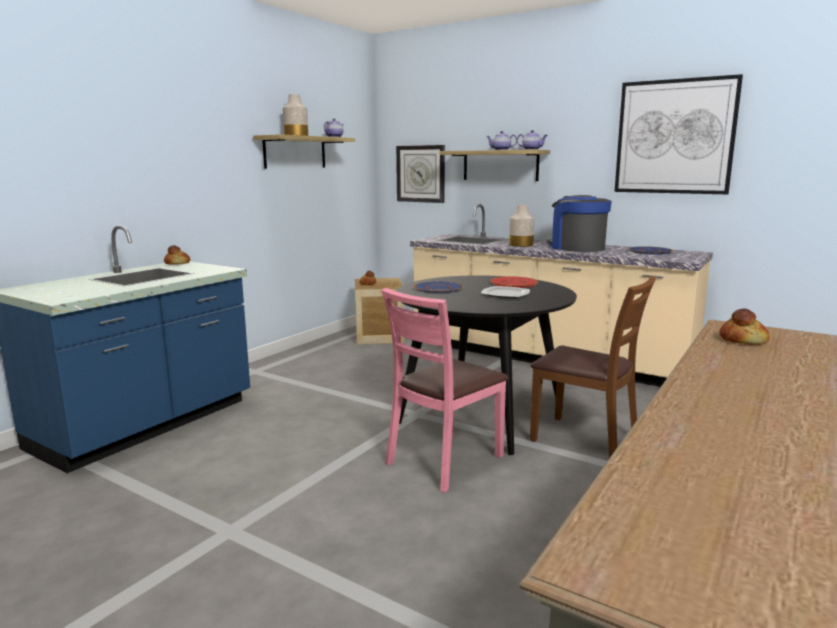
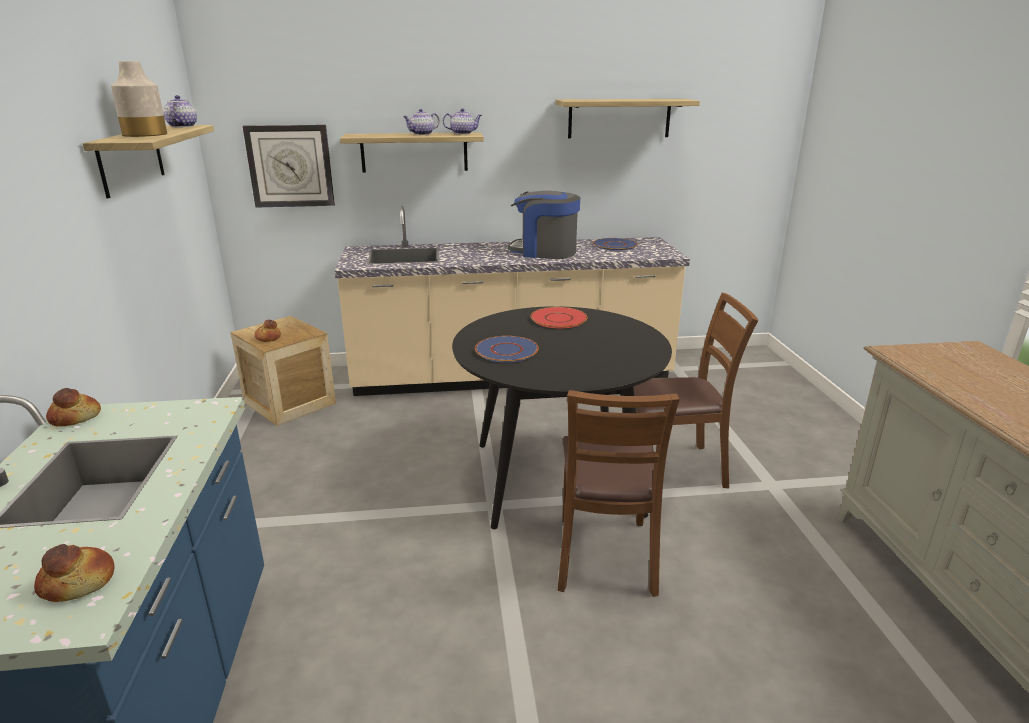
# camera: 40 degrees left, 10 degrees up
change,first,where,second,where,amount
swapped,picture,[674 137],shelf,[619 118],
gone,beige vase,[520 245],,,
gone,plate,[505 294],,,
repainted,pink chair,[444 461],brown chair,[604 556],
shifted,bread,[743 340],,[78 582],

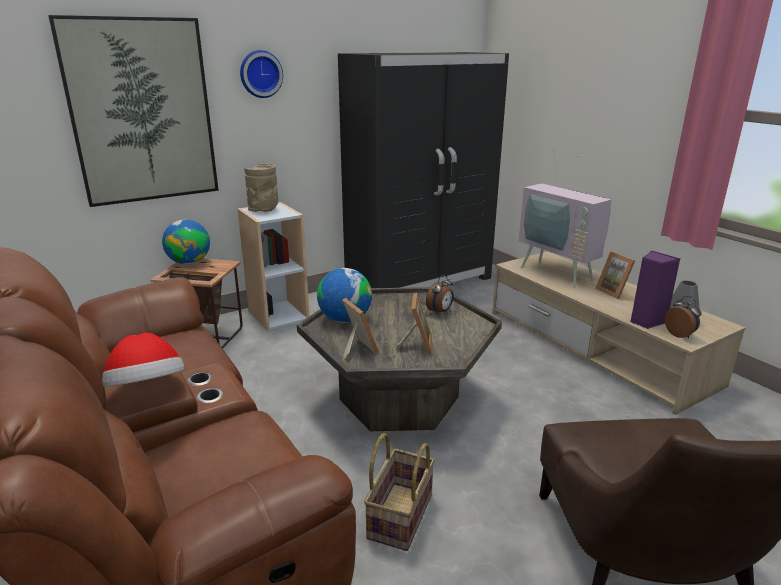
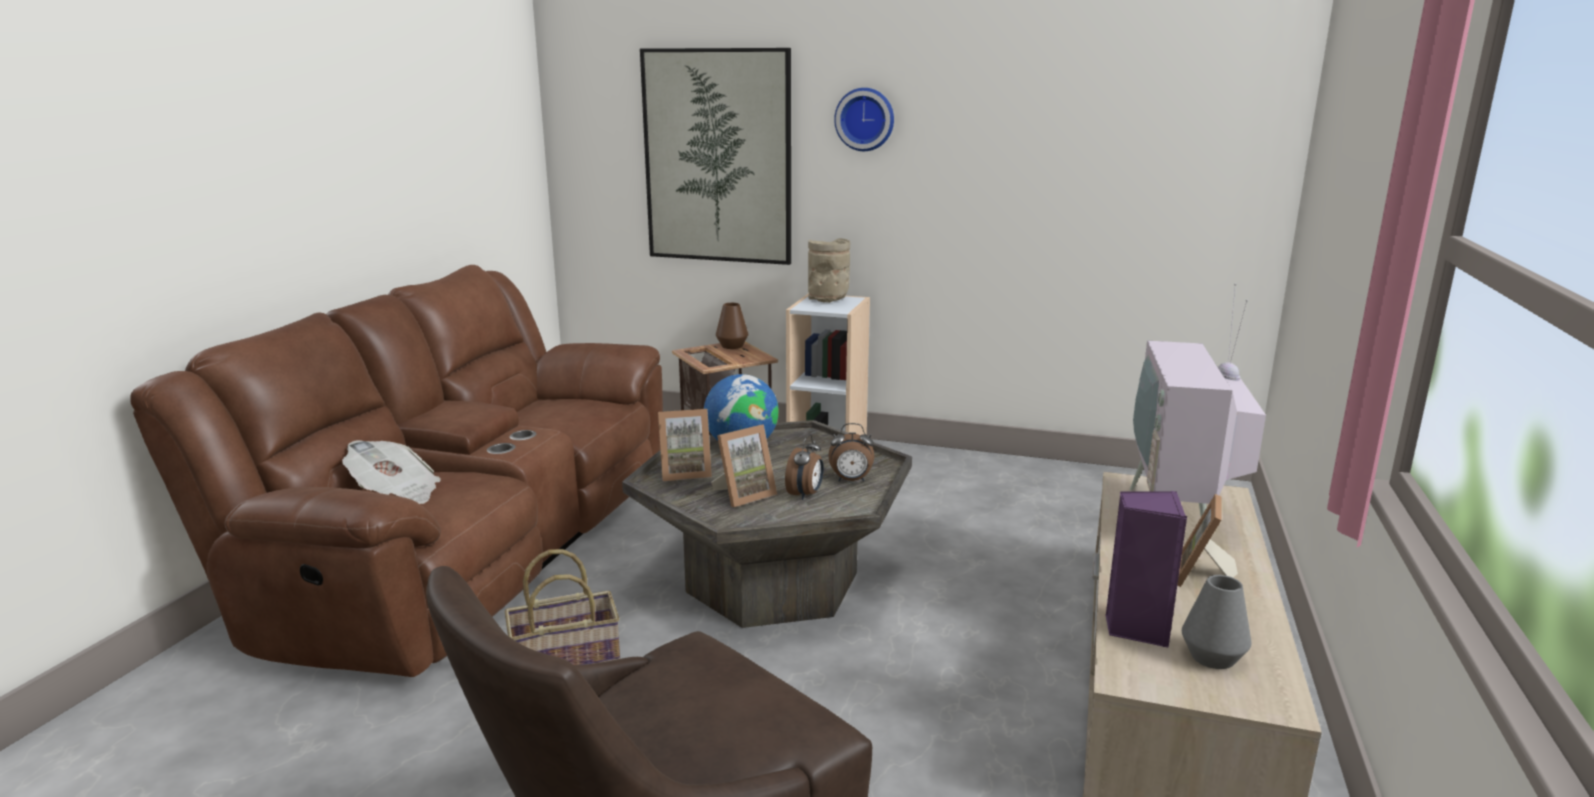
# camera: 50 degrees right, 5 degrees down
change,first,where,second,where,amount
gone,black cabinet,[421 282],,,
swapped,globe,[189 263],brown vase,[732 346],
shifted,alarm clock,[680 334],,[805 494],
rotated,picture frame,[356 349],,[685 472],60 degrees clockwise
gone,hat,[148 390],,,
new,,,newspaper,[396 493],

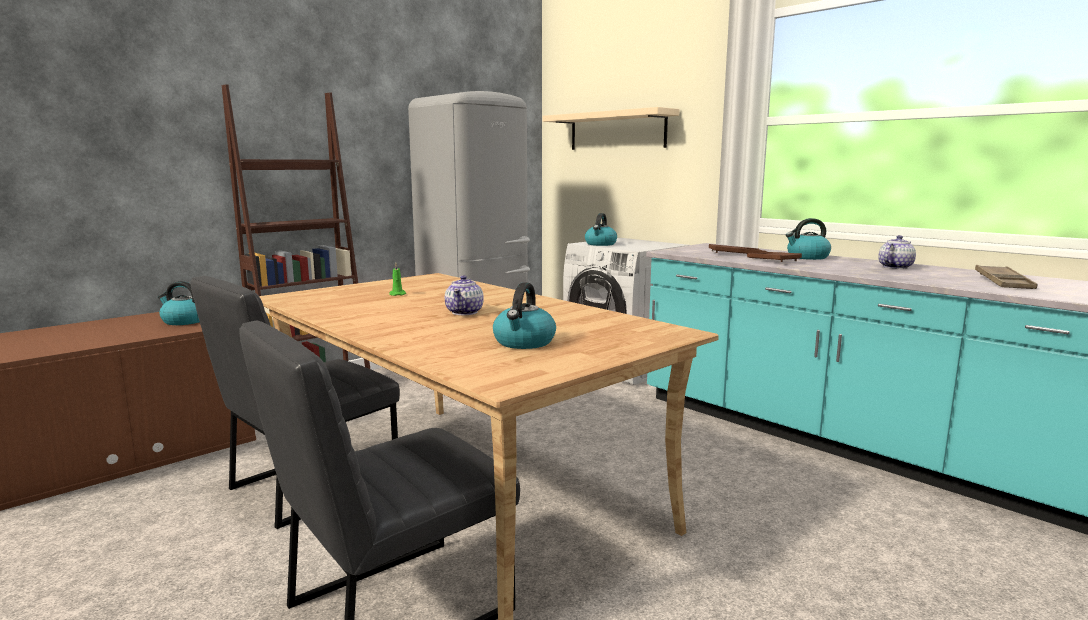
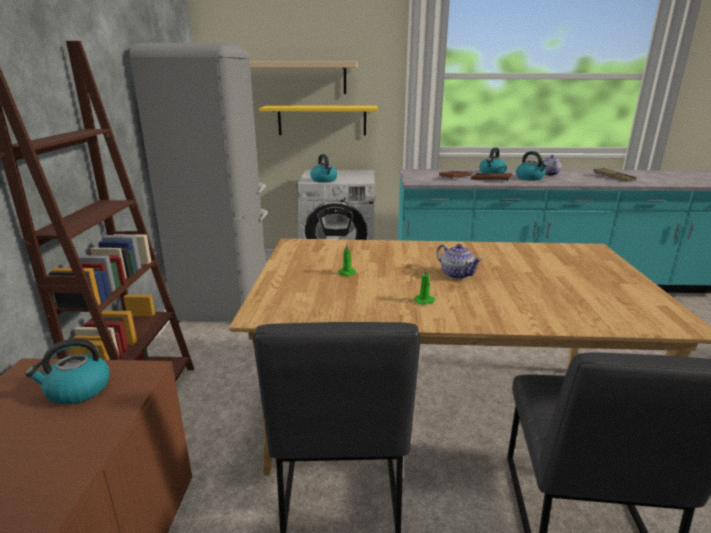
# camera: 45 degrees left, 10 degrees up
change,first,where,second,where,amount
shifted,kettle,[524 342],,[530 178],
new,,,yellow shelf,[322 120],
new,,,green candle,[425 301],

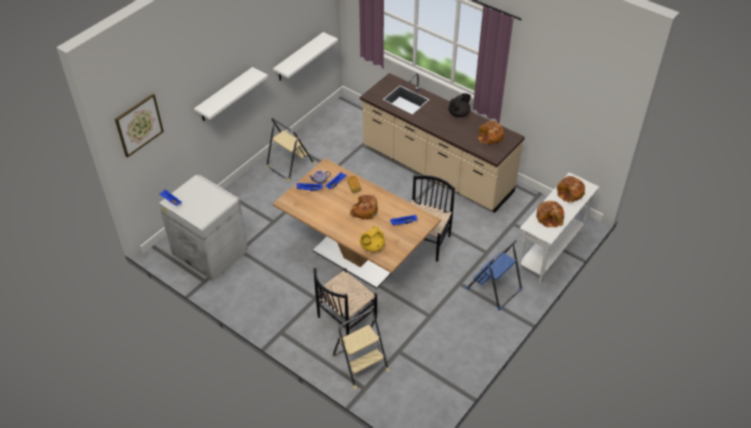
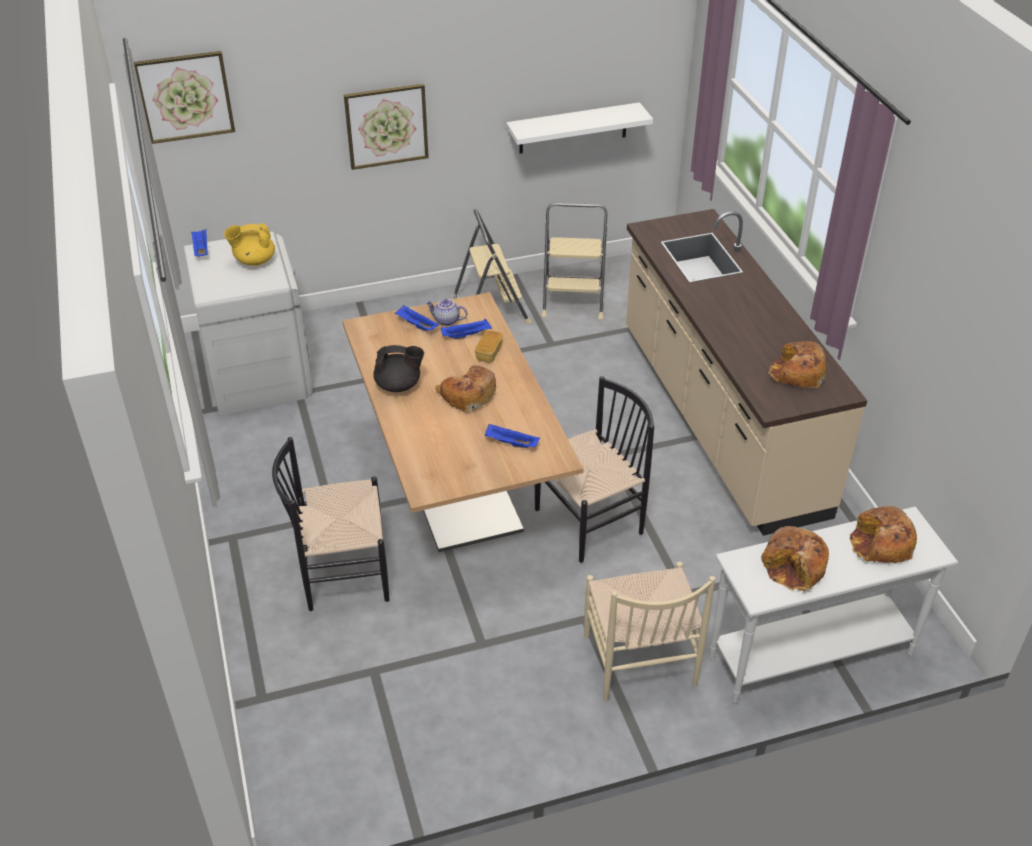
# camera: 35 degrees right, 5 degrees down
change,first,where,second,where,amount
swapped,white shelf,[225 95],picture,[386 126],
shifted,black teapot,[459 114],,[399 385],
shifted,yellow teapot,[371 247],,[254 260],
swapped,blue step ladder,[495 289],beige chair,[640 665],
shifted,beige step ladder,[359 361],,[574 295],

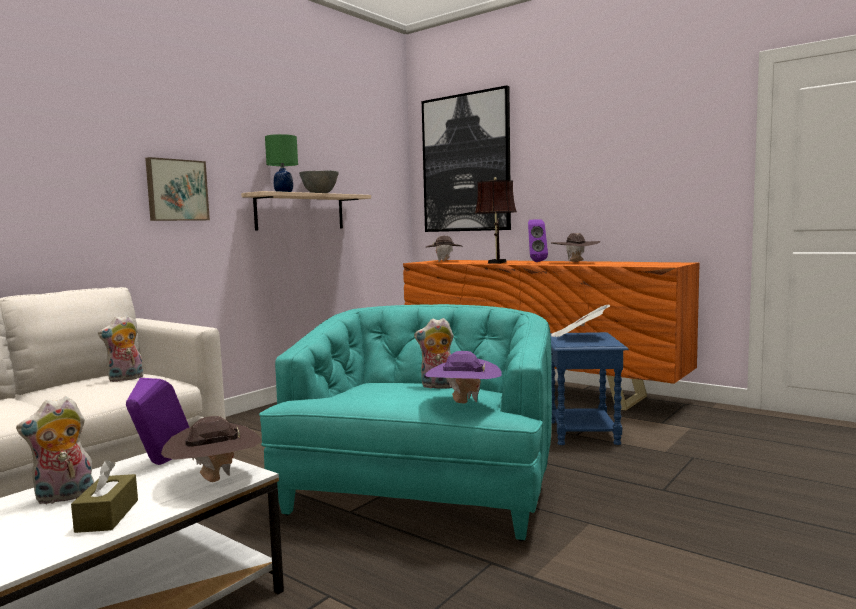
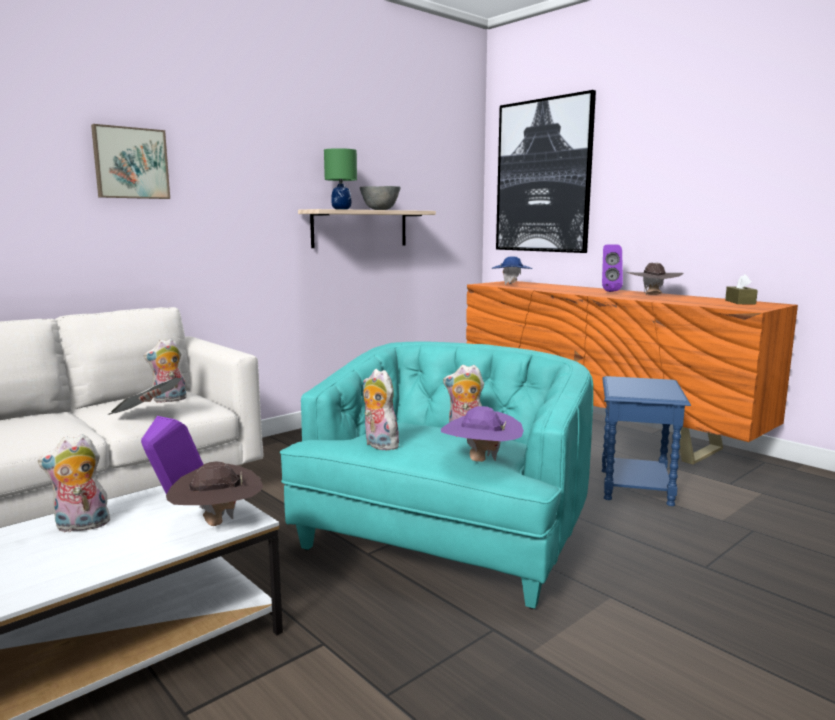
# camera: 10 degrees right, 5 degrees up
change,first,where,second,where,amount
shifted,picture,[176 190],,[130 163],
gone,brown table lamp,[496 263],,,
repainted,brown hat,[444 261],blue hat,[511 284],
shifted,newspaper,[578 337],,[147 414],
shifted,brown tissue box,[107 516],,[740 302],
new,,,plush toy,[378 445],

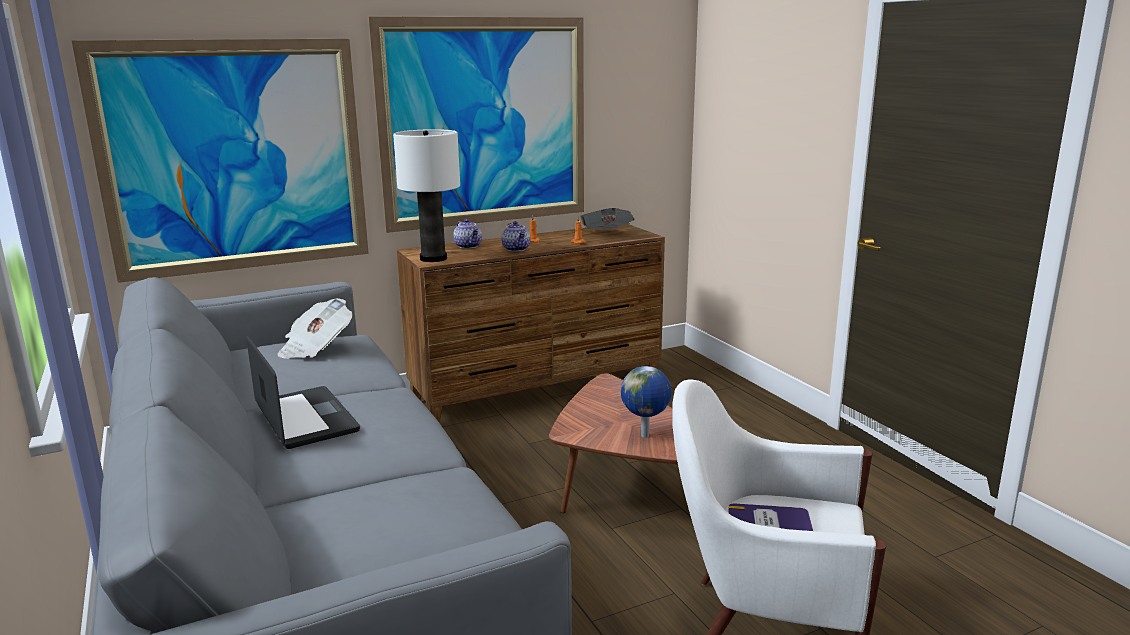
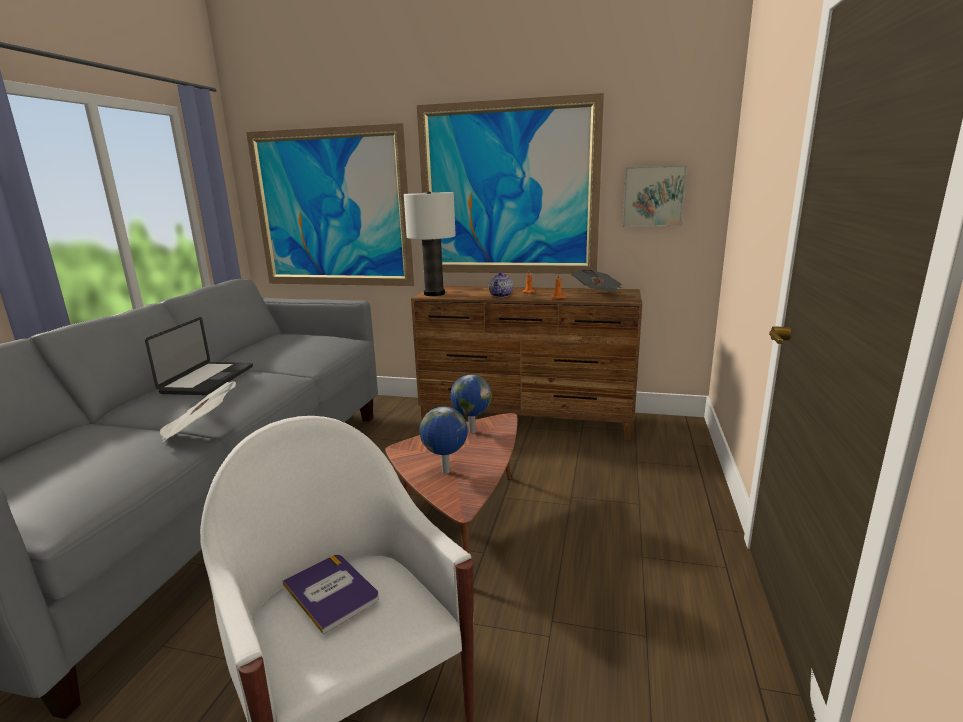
# camera: 40 degrees right, 0 degrees up
change,first,where,second,where,amount
gone,teapot,[469 246],,,
shifted,newspaper,[316 348],,[199 430],
new,,,picture,[653 196],
new,,,globe,[471 431],

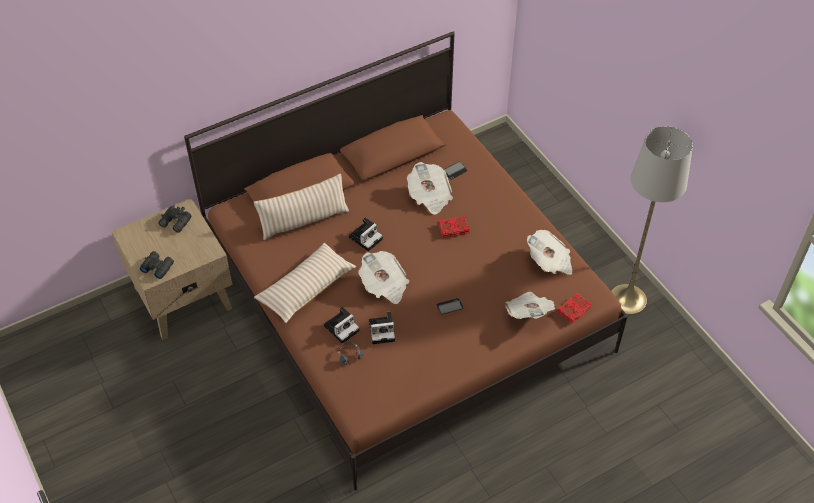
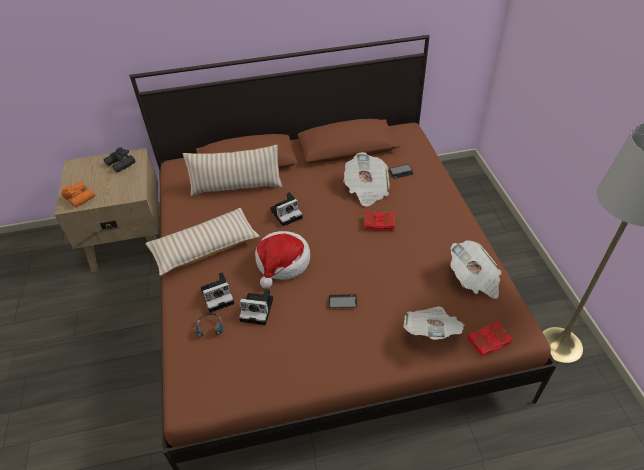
# camera: 20 degrees right, 5 degrees down
change,first,where,second,where,amount
repainted,black binoculars,[157 267],orange binoculars,[80 197],
swapped,newspaper,[384 285],hat,[282 263],

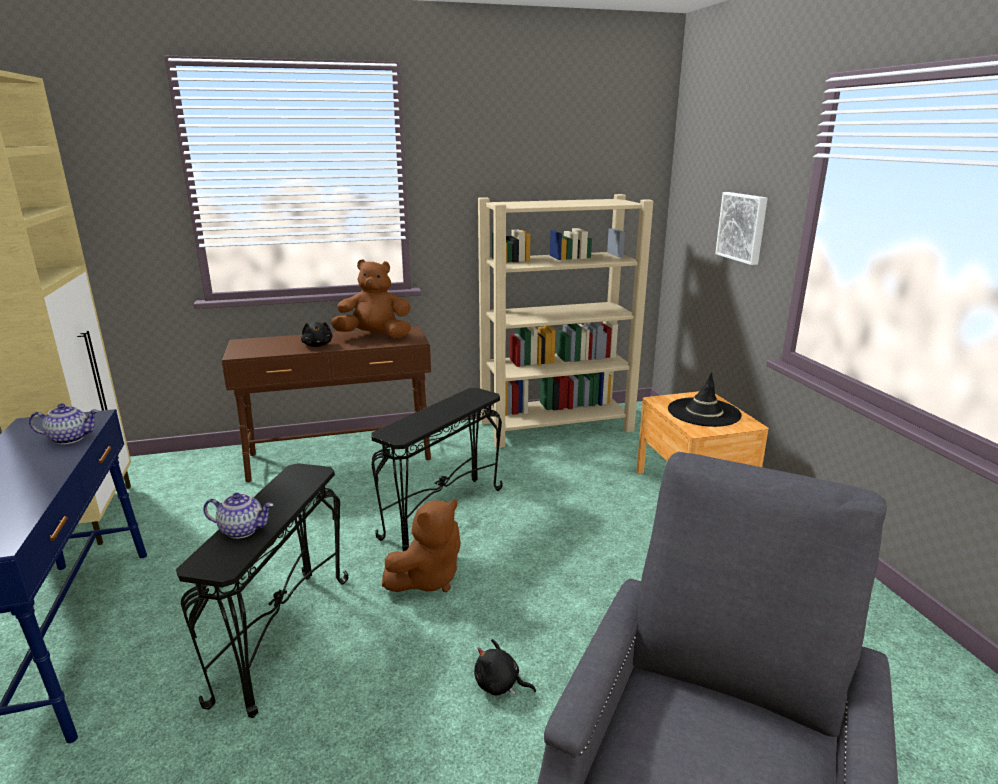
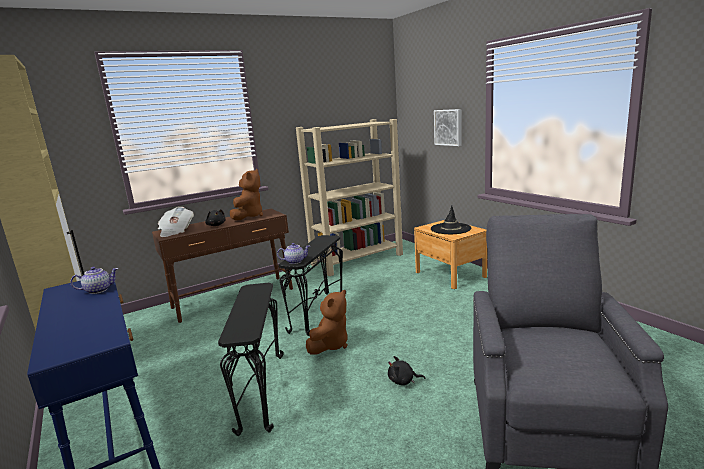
# camera: 15 degrees left, 5 degrees down
change,first,where,second,where,amount
rotated,brown plush toy,[375 336],,[248 216],120 degrees clockwise
shifted,teapot,[243 530],,[295 261],
new,,,newspaper,[176 231],

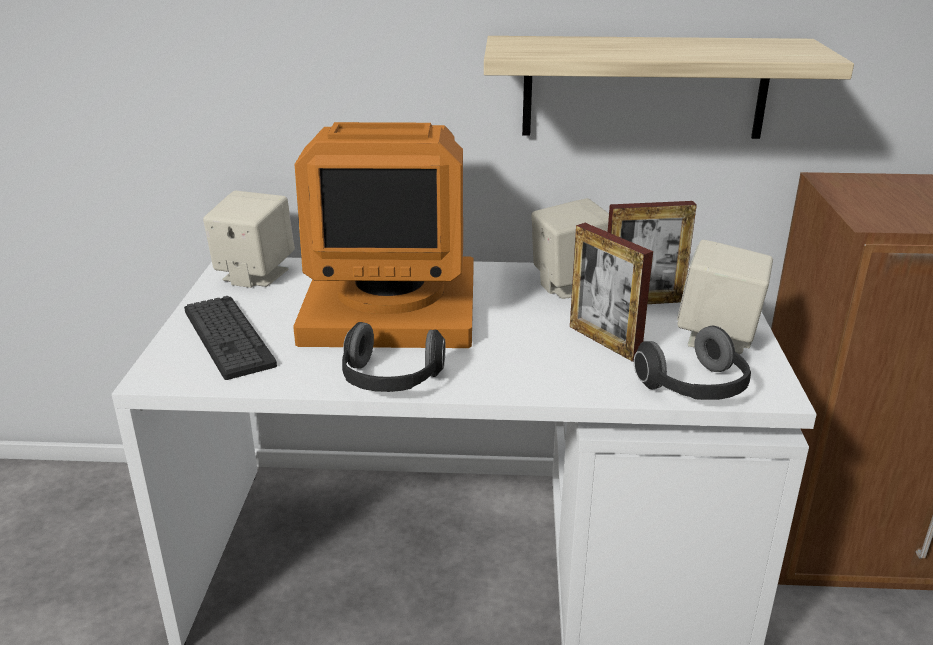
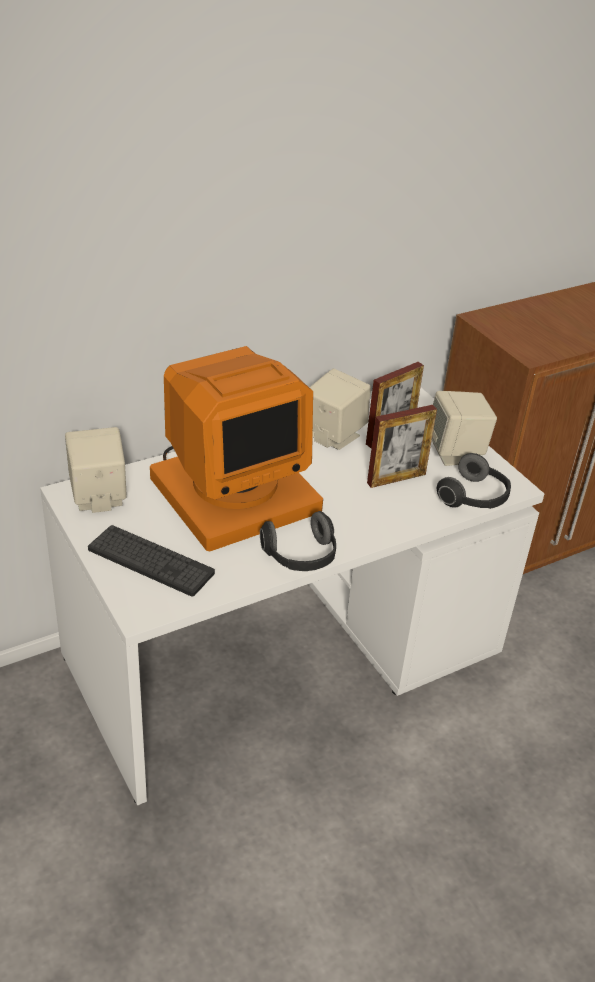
# camera: 35 degrees left, 10 degrees up
change,first,where,second,where,amount
gone,shelf,[644 87],,,
rotated,picture frame,[604 342],,[396 478],45 degrees counterclockwise

